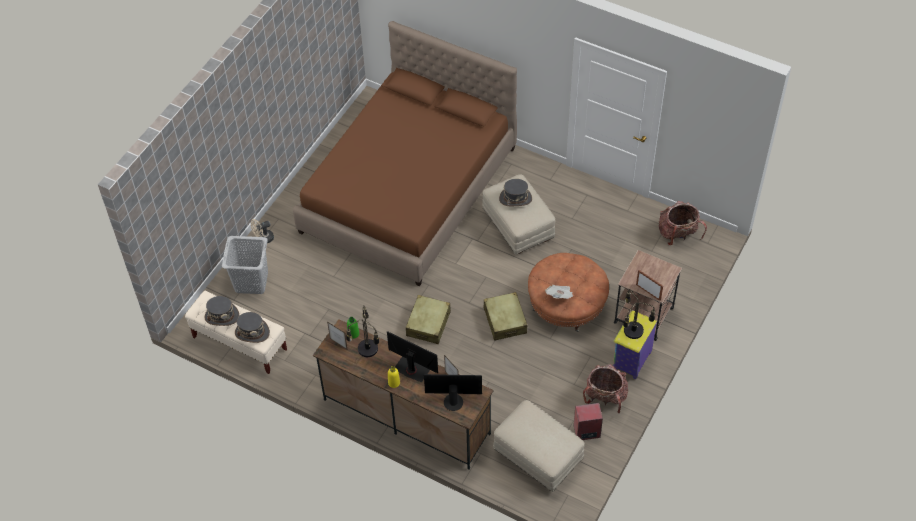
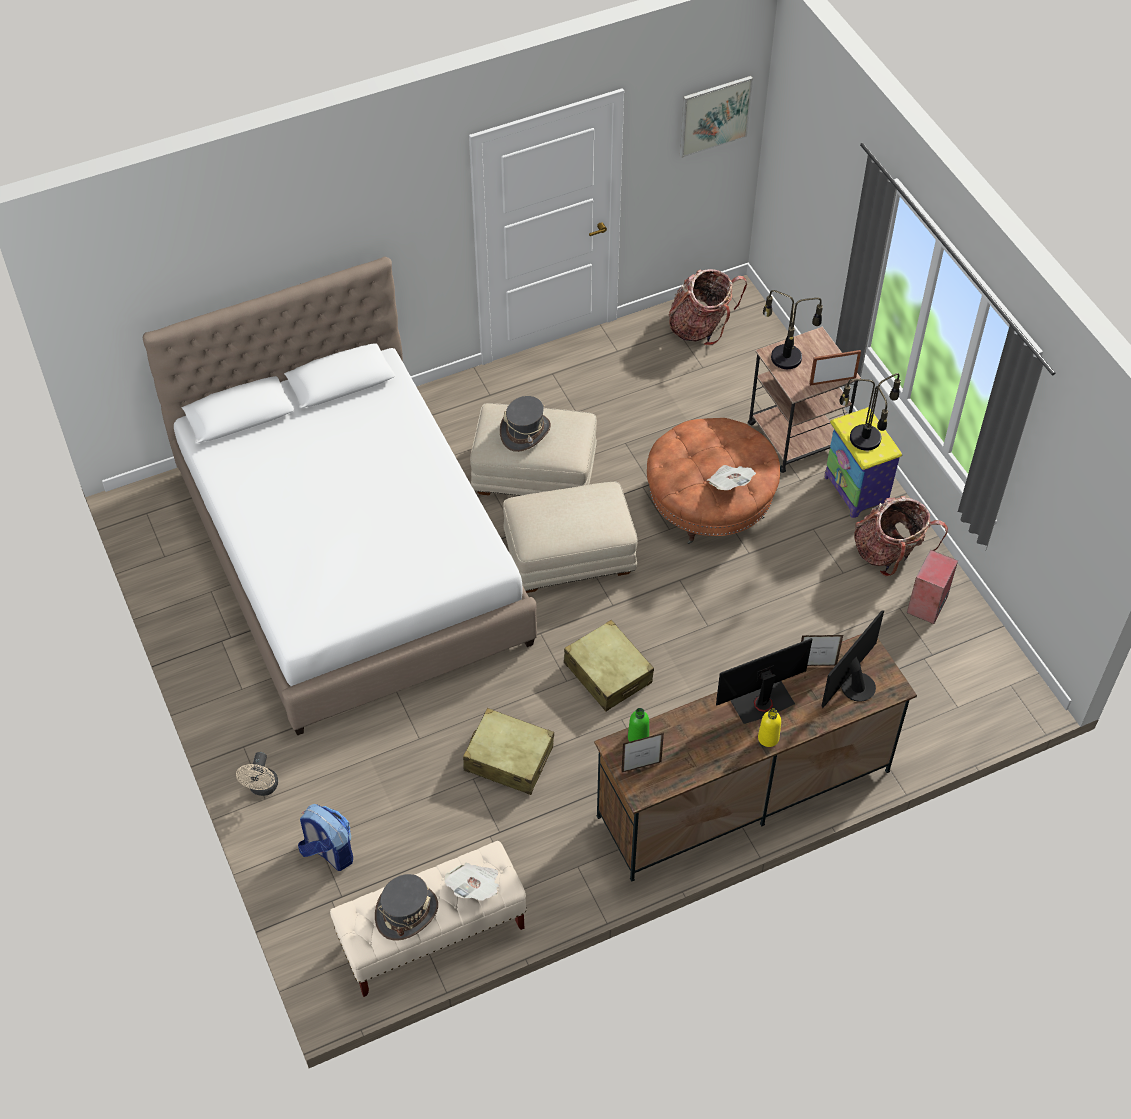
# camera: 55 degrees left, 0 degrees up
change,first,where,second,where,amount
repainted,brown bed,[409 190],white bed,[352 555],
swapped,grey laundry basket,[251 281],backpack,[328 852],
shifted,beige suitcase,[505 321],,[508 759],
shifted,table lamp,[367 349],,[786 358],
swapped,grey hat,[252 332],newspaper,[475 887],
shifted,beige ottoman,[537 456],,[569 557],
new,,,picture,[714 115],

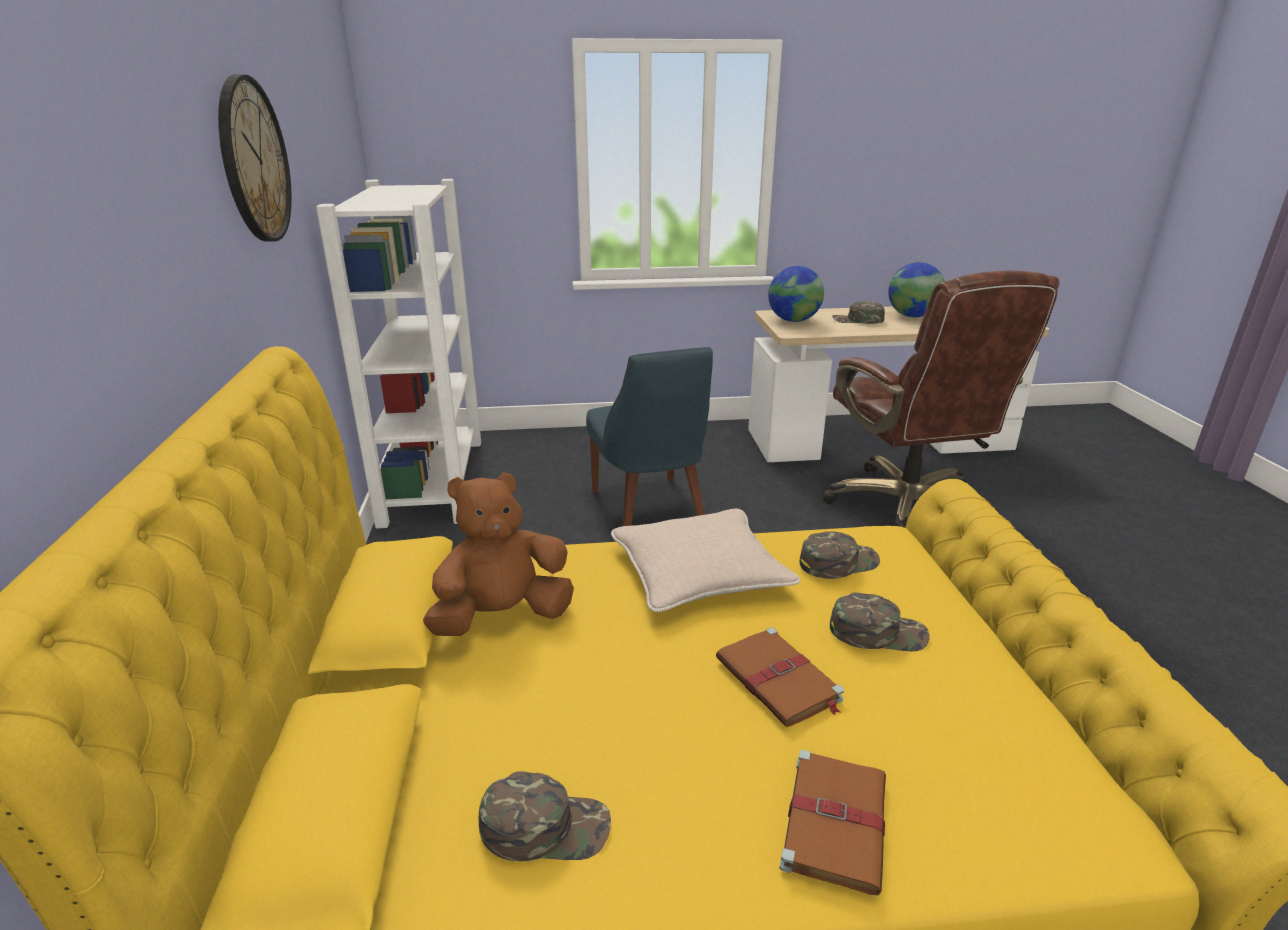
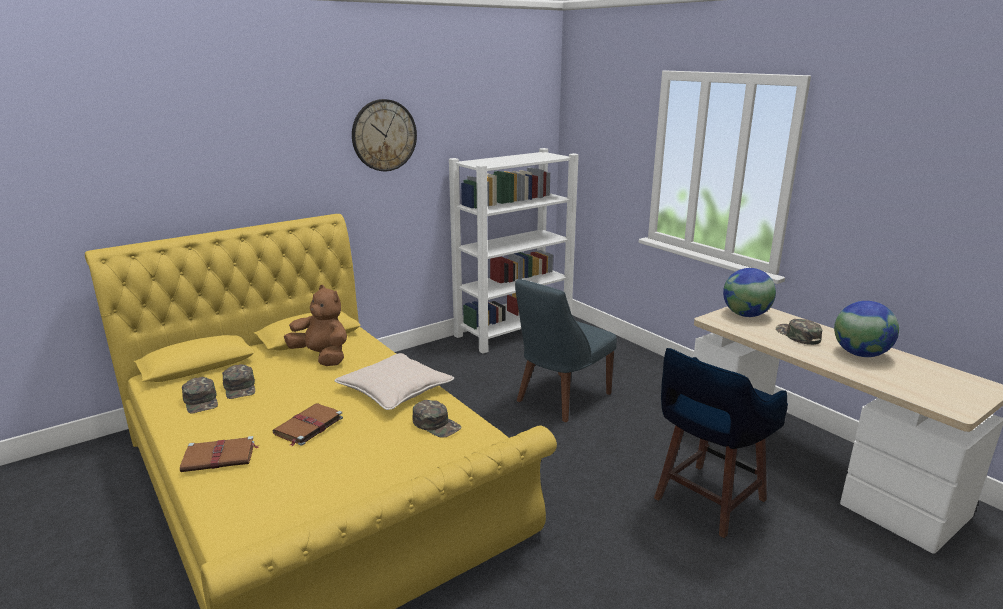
# camera: 60 degrees right, 5 degrees down
change,first,where,second,where,amount
swapped,brown office chair,[906 506],blue stool,[706 501],
shifted,green cap,[877 632],,[240 387],

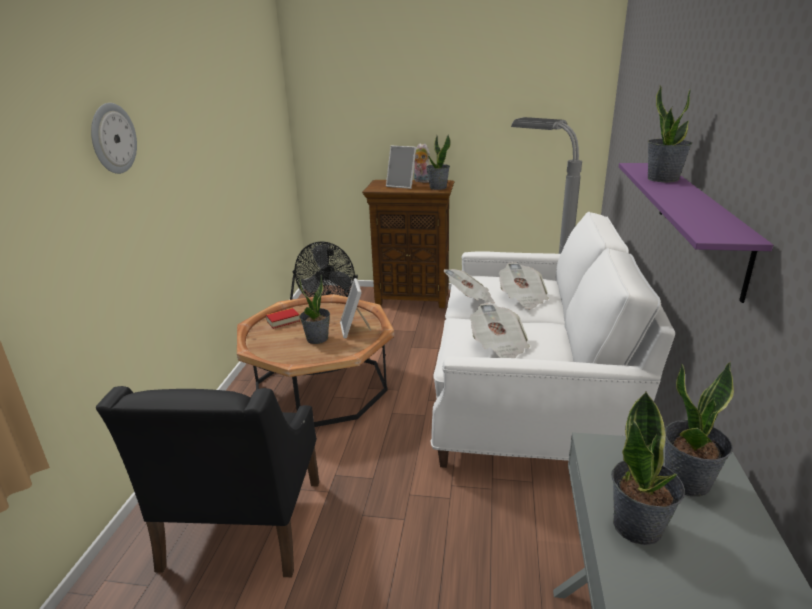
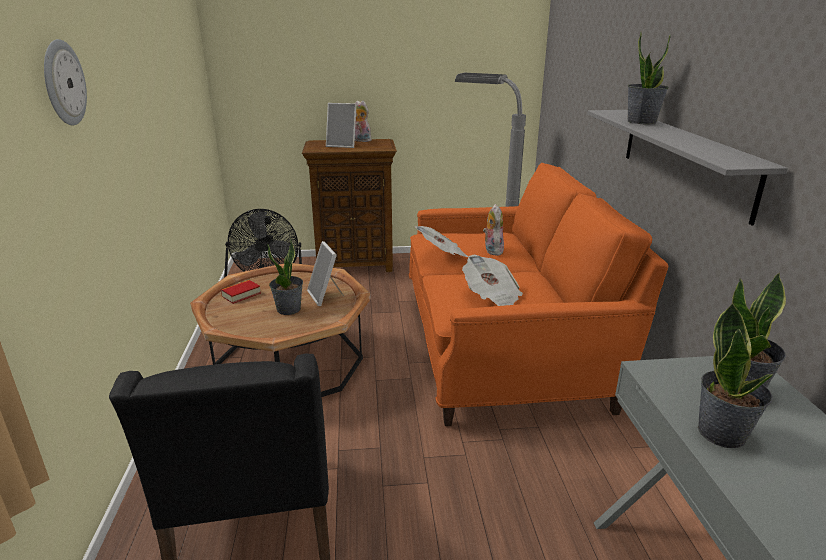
# camera: 15 degrees left, 0 degrees up
change,first,where,second,where,amount
gone,potted plant,[438 188],,,
repainted,purple shelf,[699 221],grey shelf,[684 159],
repainted,white sofa,[529 393],orange sofa,[504 344],
swapped,newspaper,[522 298],plush toy,[492 250],

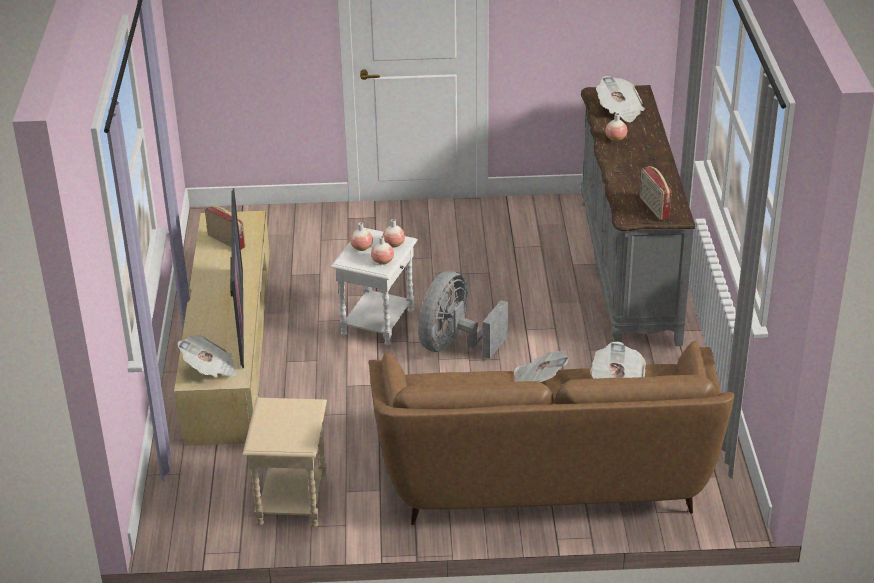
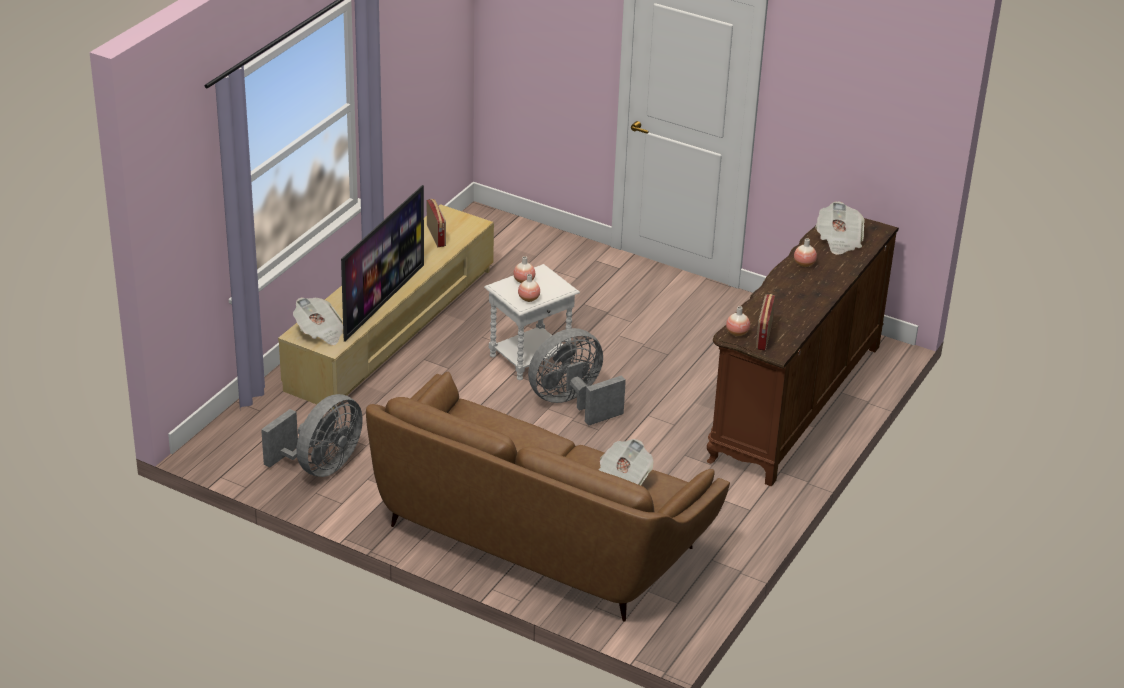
# camera: 30 degrees right, 0 degrees up
change,first,where,second,where,amount
repainted,grey cabinet,[625 270],brown cabinet,[793 401],
shifted,vase,[394 244],,[737 333],
gone,newspaper,[538 380],,,
swapped,beige side table,[290 499],grey fan,[320 466],

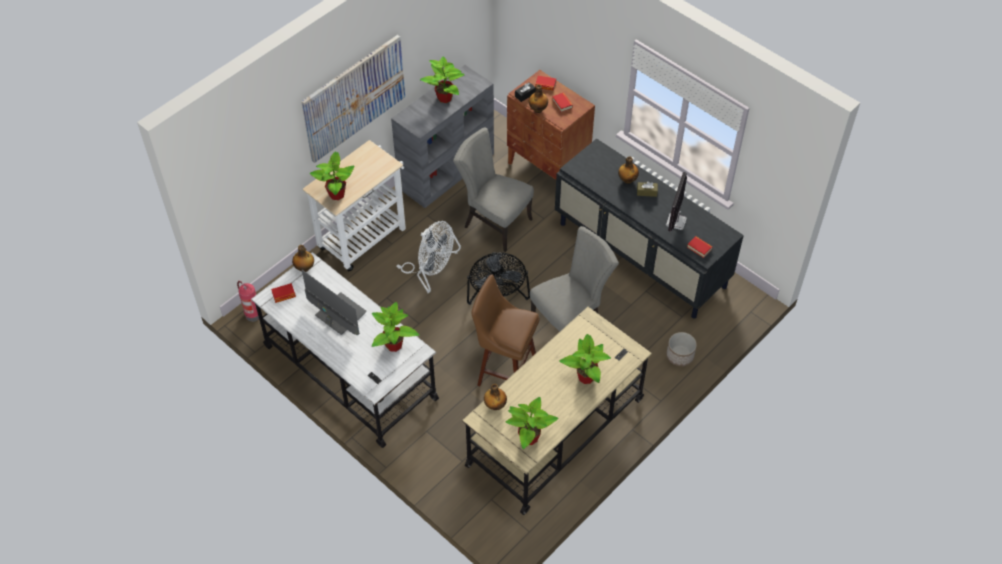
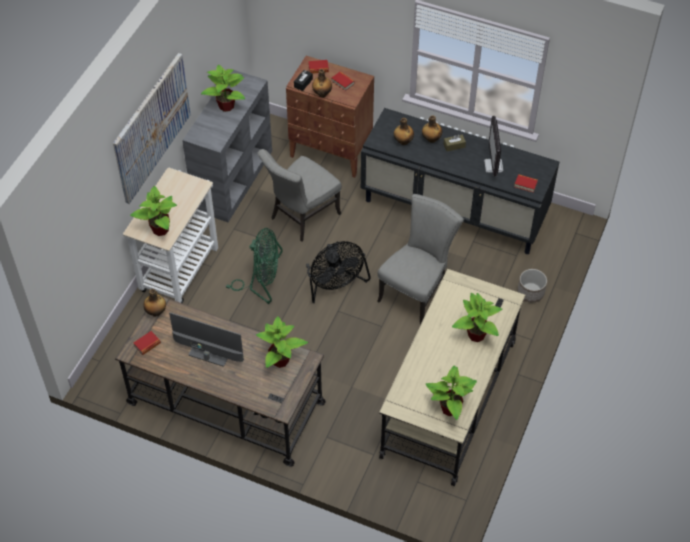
# camera: 20 degrees left, 0 degrees up
change,first,where,second,where,amount
rotated,grey chair,[493 222],,[301 217],60 degrees counterclockwise
repainted,white fan,[431 269],green fan,[261 280],
repainted,white desk,[350 372],brown desk,[226 404],
gone,brown stool,[504 370],,,
gone,fire extinguisher,[252 314],,,
shifted,bottle,[495 405],,[403 141],

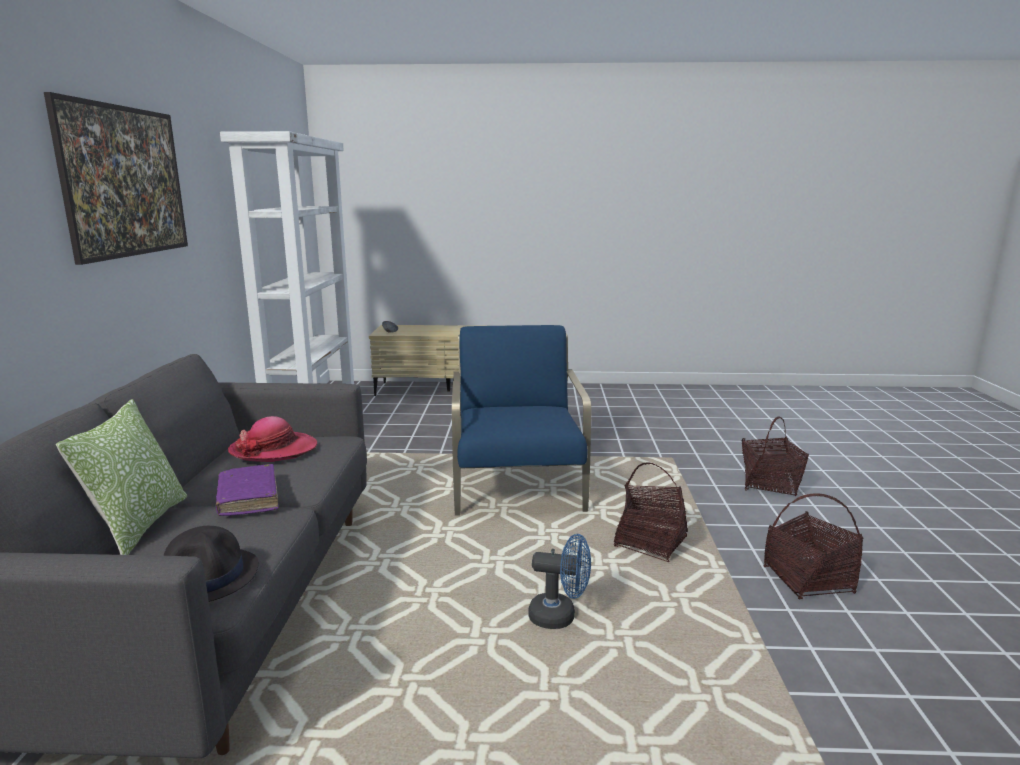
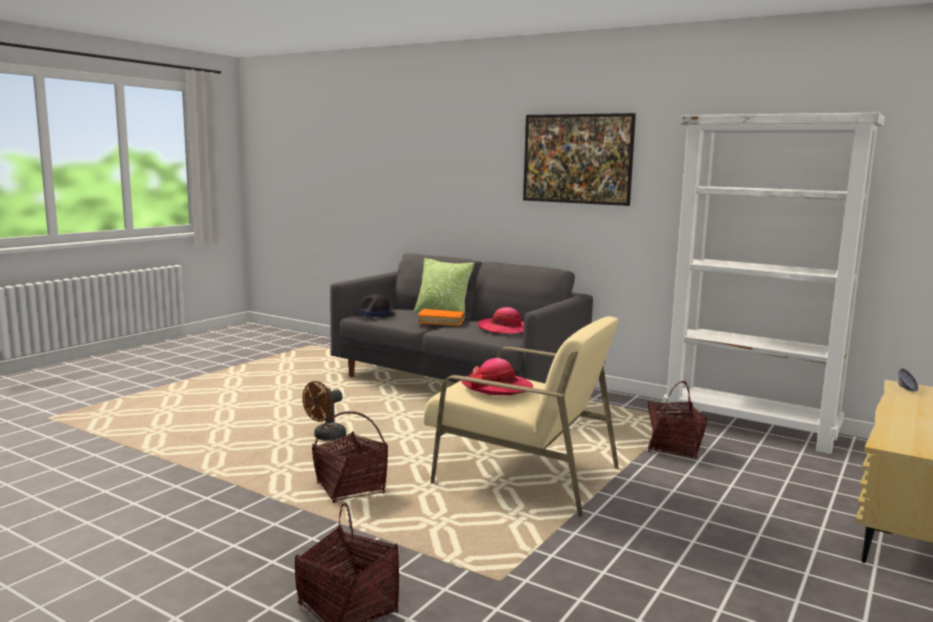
# camera: 120 degrees right, 5 degrees down
change,first,where,second,where,amount
repainted,blue armchair,[517 485],beige armchair,[518 473],
repainted,purple book,[248 498],orange book,[441 322],
shifted,basket,[808 580],,[673 448],
repainted,blue fan,[560 616],brown fan,[325 437],
new,,,hat,[497 387],

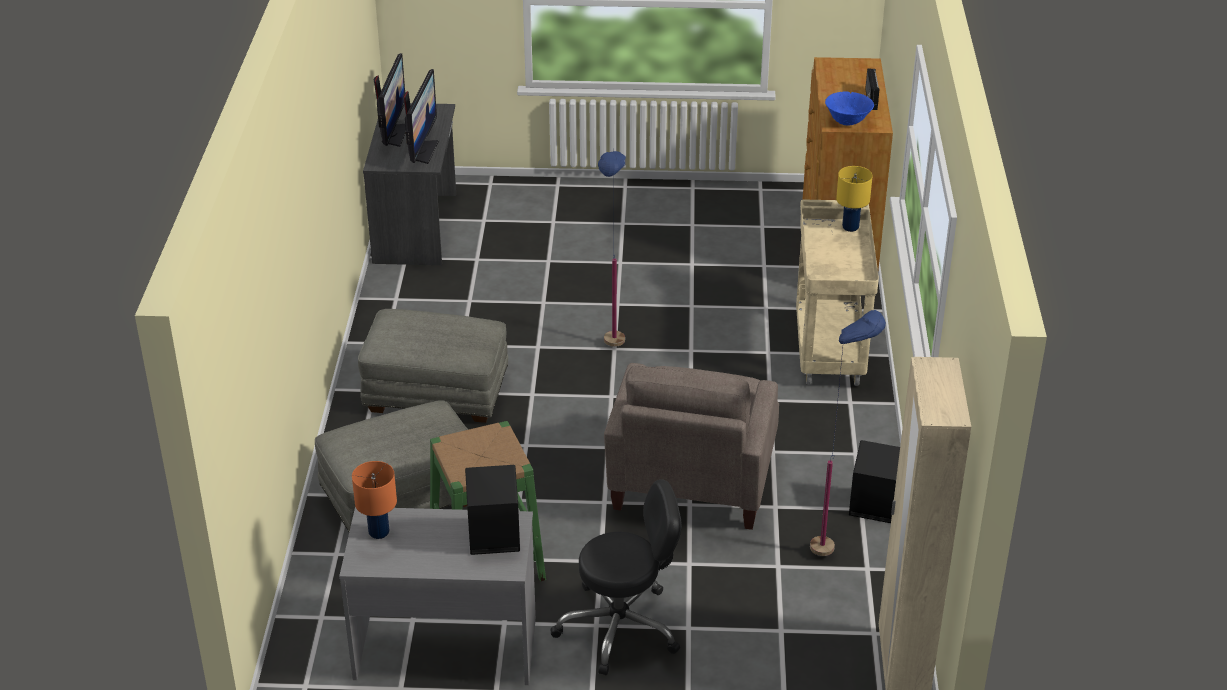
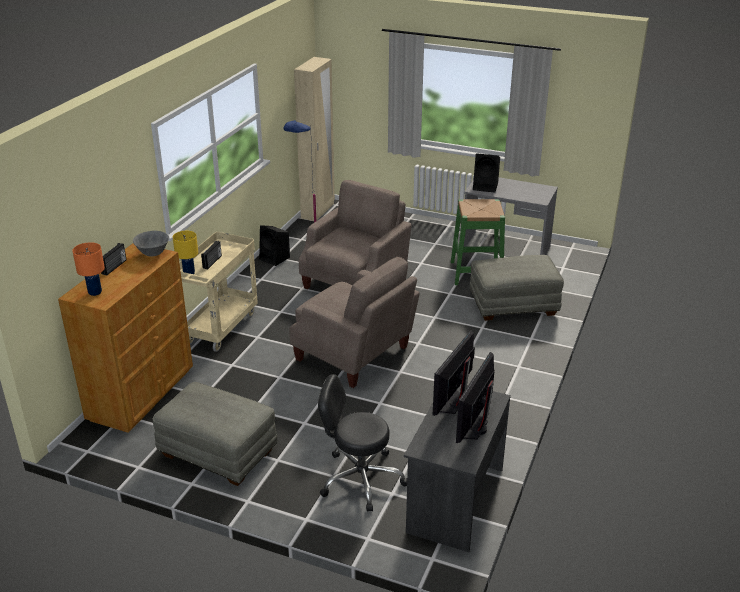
# camera: 160 degrees left, 5 degrees down
change,first,where,second,where,amount
repainted,blue bowl,[847 122],grey bowl,[153 254],
swapped,blue floor lamp,[613 356],beige armchair,[354 355],
shifted,grey ottoman,[436 395],,[219 453],
shifted,orange table lamp,[378 532],,[95 293],
shifted,black office chair,[624 626],,[357 478],
new,,,radio,[212 262],

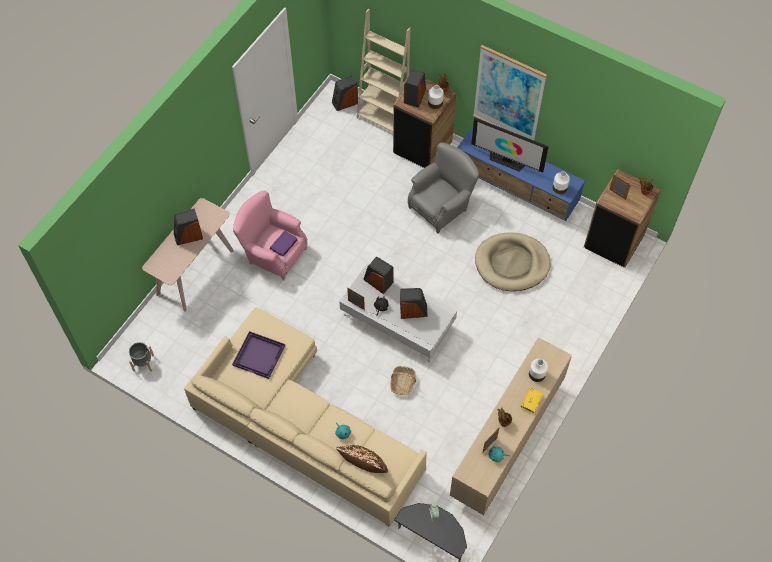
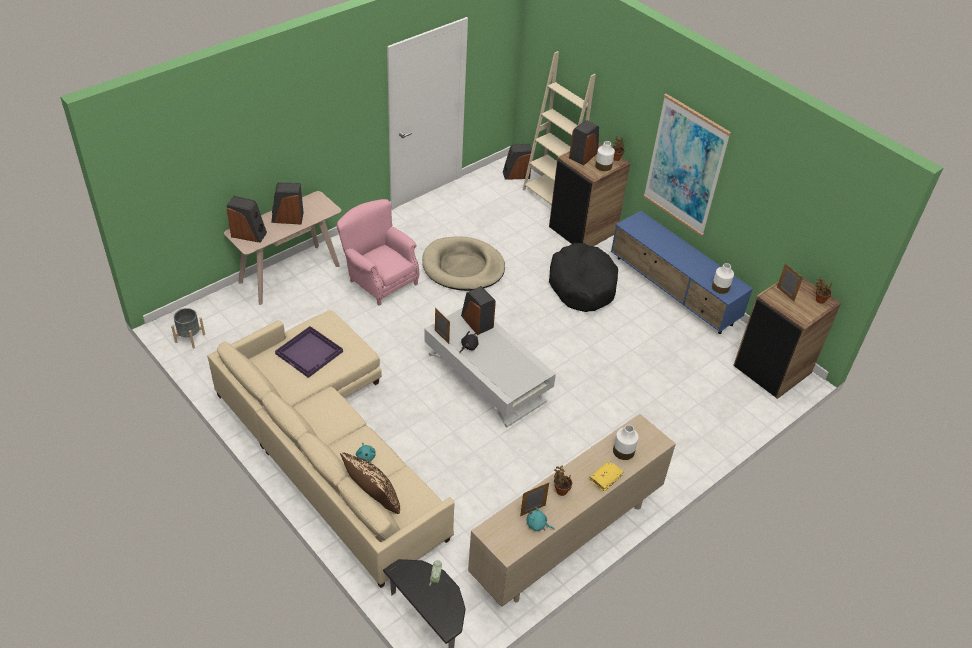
# camera: 15 degrees right, 15 degrees down
change,first,where,second,where,amount
gone,television,[507 160],,,
swapped,grey armchair,[441 206],black dog bed,[582 285],
gone,purple book,[284 245],,,
shifted,beige dog bed,[512 264],,[463 267],
shifted,speaker,[413 310],,[249 234],
gone,basket,[402 383],,,

